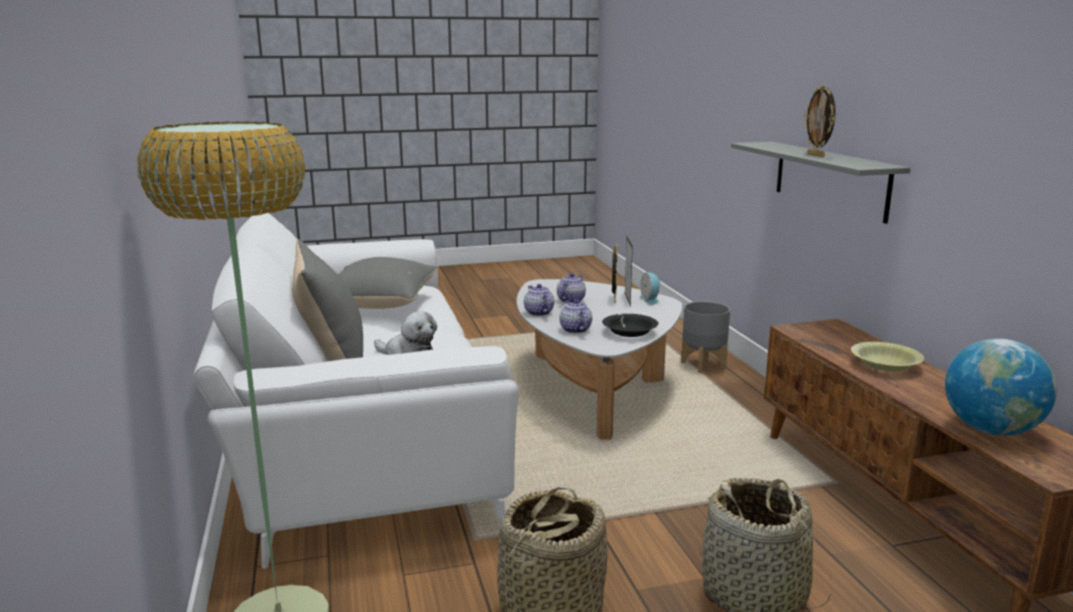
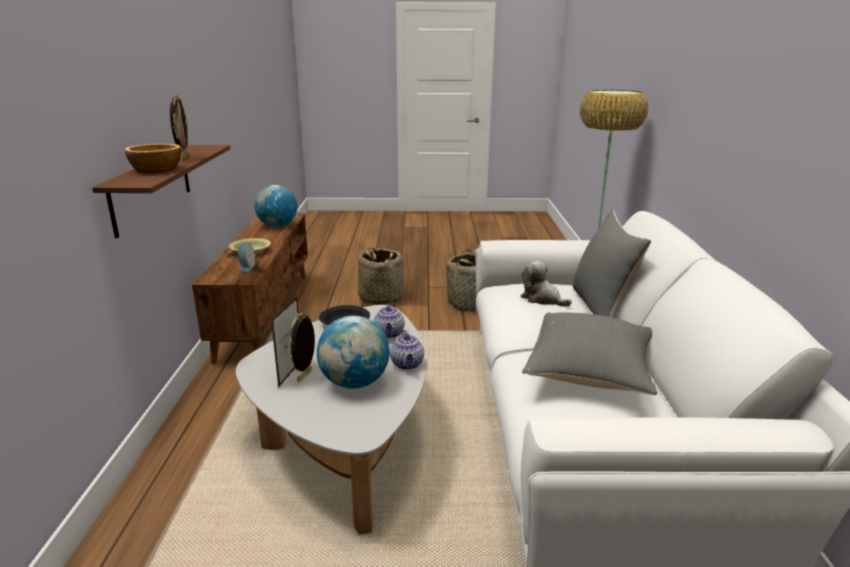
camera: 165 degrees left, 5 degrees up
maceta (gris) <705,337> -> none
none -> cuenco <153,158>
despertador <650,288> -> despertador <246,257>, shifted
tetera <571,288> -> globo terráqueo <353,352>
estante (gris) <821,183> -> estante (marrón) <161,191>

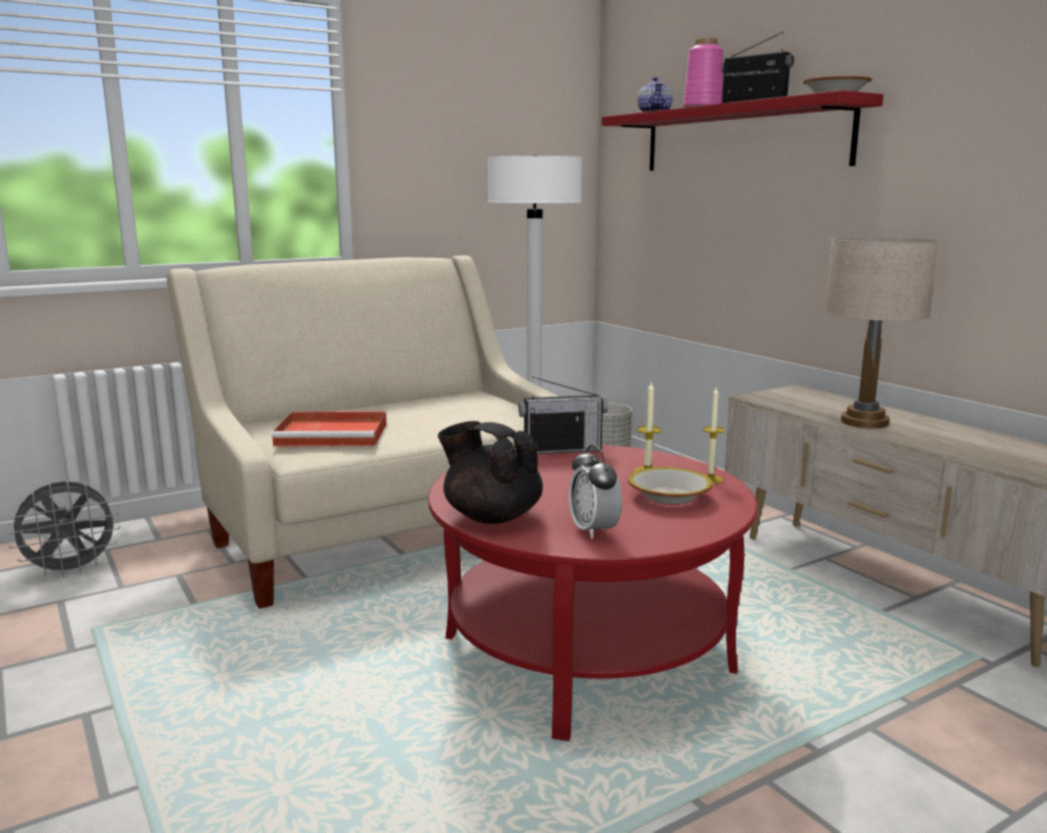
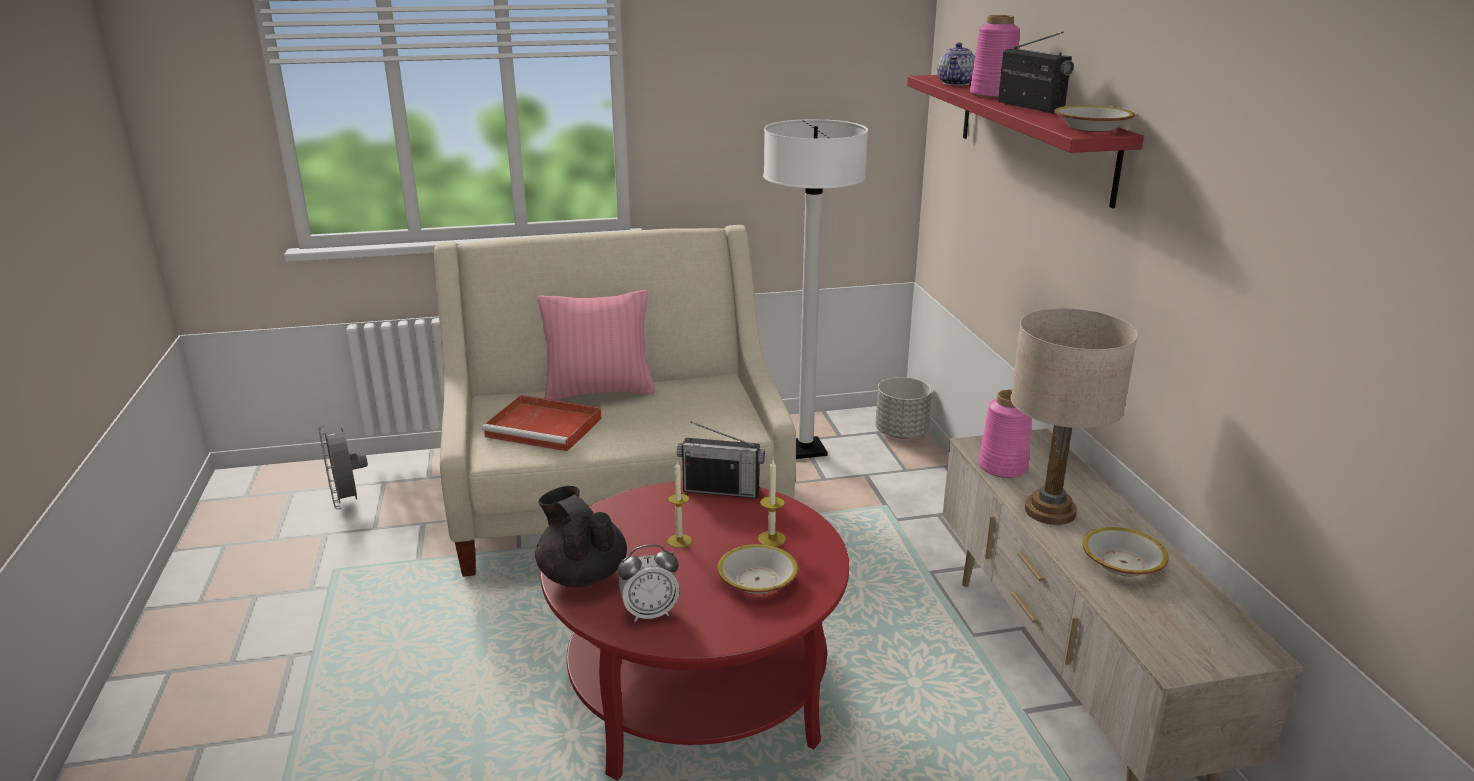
camera: 20 degrees right, 10 degrees up
none -> cojín (rosa) <596,345>
none -> florero (rosa) <1005,434>
none -> cuenco <1125,551>
vela <714,435> -> vela <679,504>, shifted
ventilador (gris) <64,529> -> ventilador (gris) <343,467>, 75 degrees clockwise
despertador <595,492> -> despertador <649,583>, 105 degrees counterclockwise

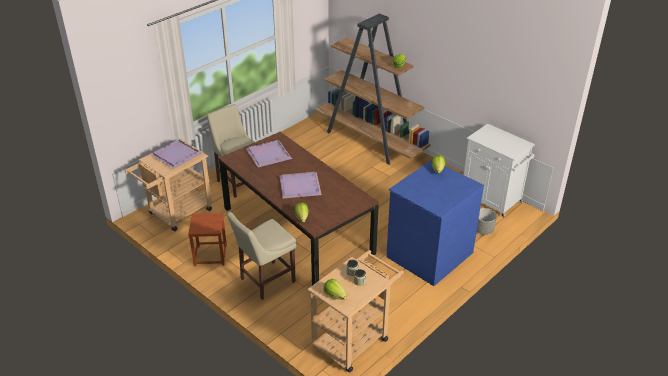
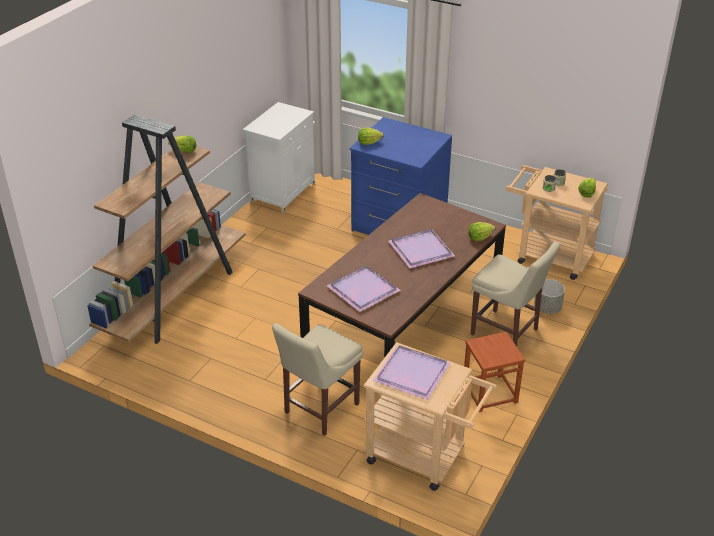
camera: 105 degrees left, 0 degrees up
maceta (gris) <487,221> -> maceta (gris) <549,296>, shifted

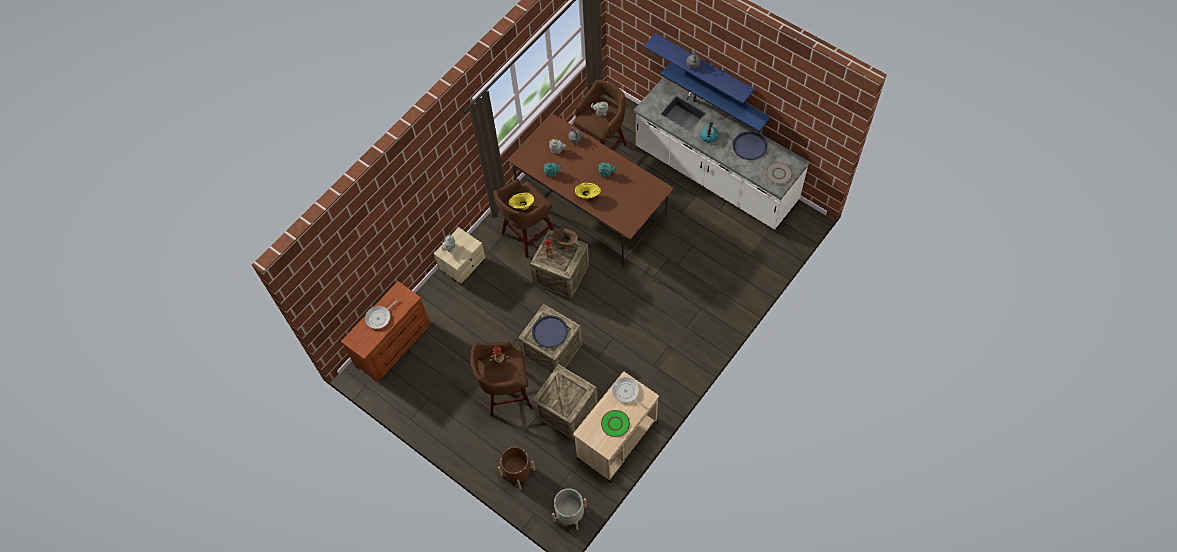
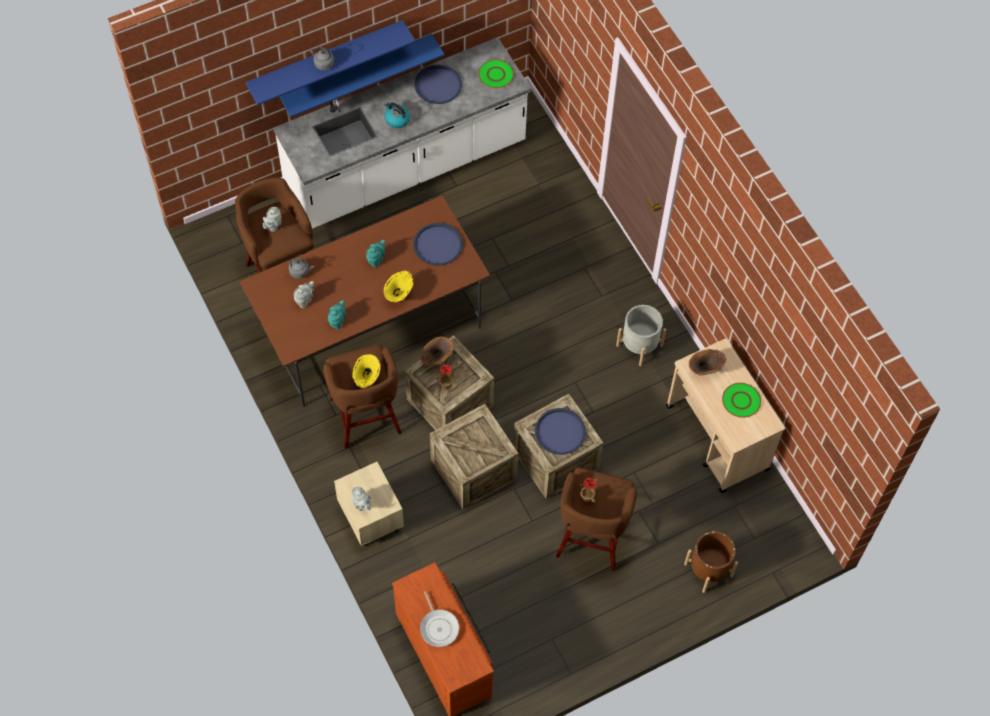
camera: 70 degrees left, 0 degrees up
none -> bandeja (azul) <438,244>
caja de embalaje <565,401> -> caja de embalaje <474,457>, shifted
maceta (gris) <569,509> -> maceta (gris) <641,335>, shifted
sartén <629,393> -> florero (marrón) <707,362>
plato (gris) <779,173> -> plato (verde) <496,73>

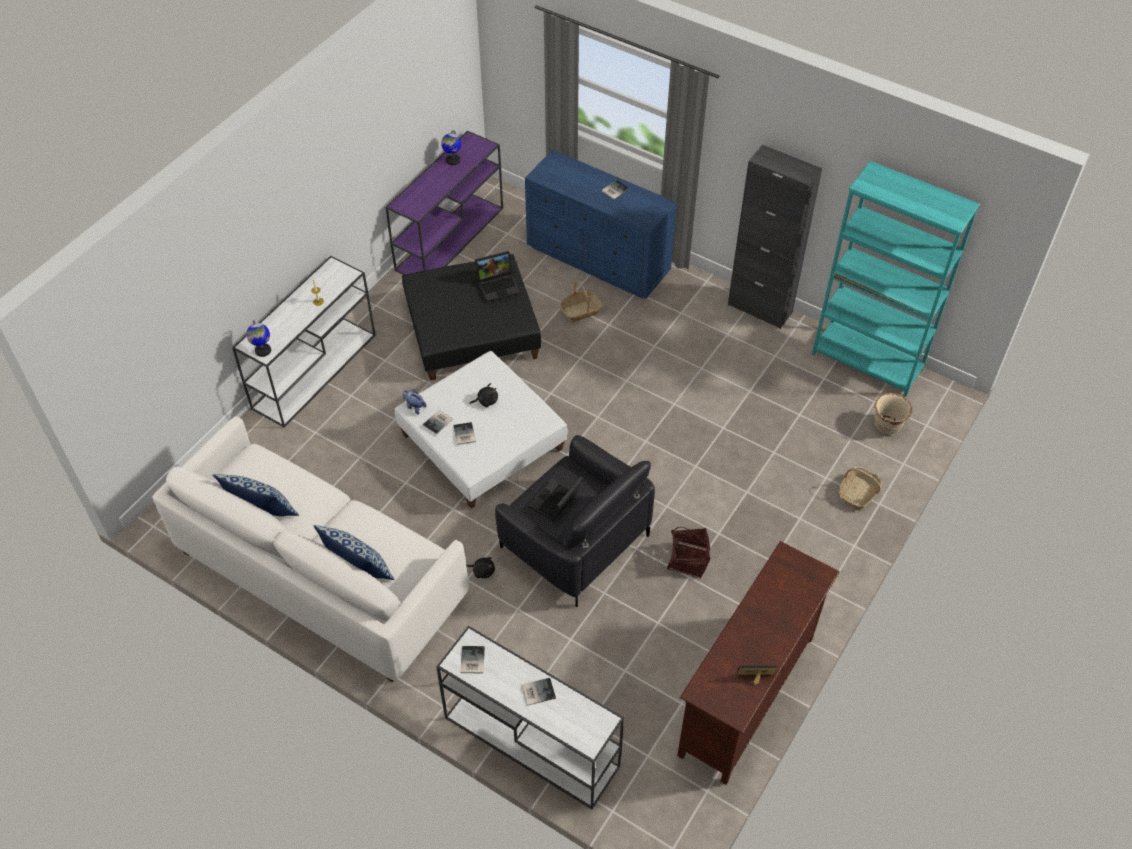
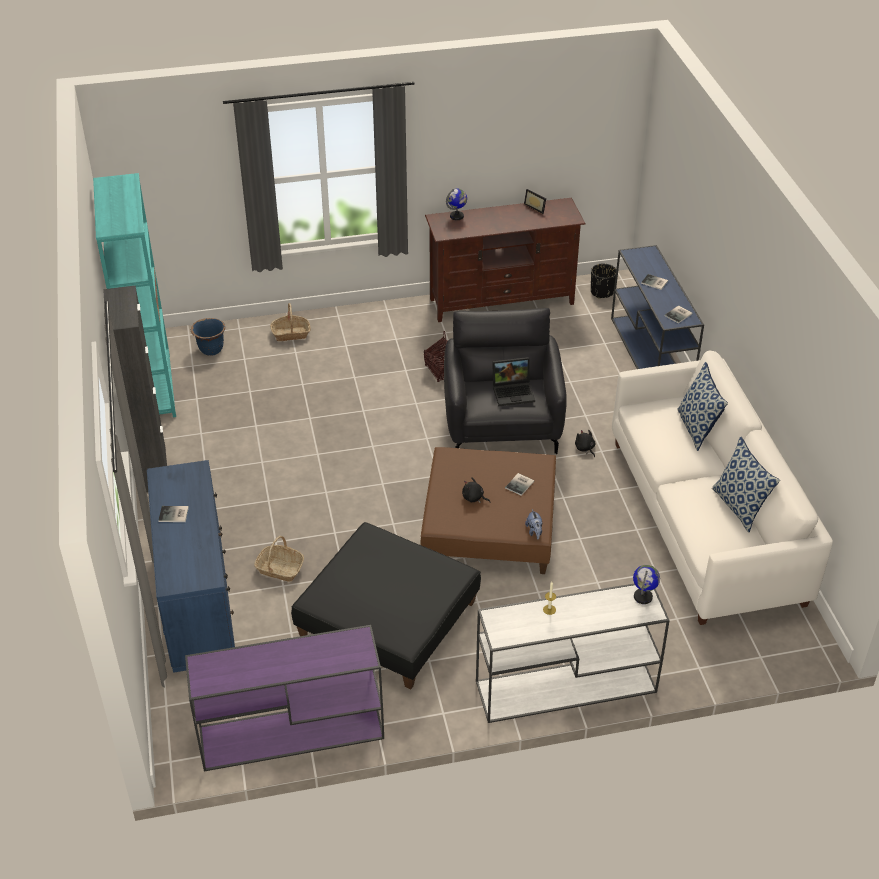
camera: 135 degrees left, 10 degrees down
libro <438,422> -> none
portátil <497,276> -> none
none -> maceta (negro) <603,281>
globo terráqueo <451,147> -> globo terráqueo <456,204>, shifted
puf (blanco) <481,430> -> puf (marrón) <488,510>
mesa consola (blanco) <530,717> -> mesa consola (azul) <657,307>
maceta (beis) <893,413> -> maceta (azul) <208,336>

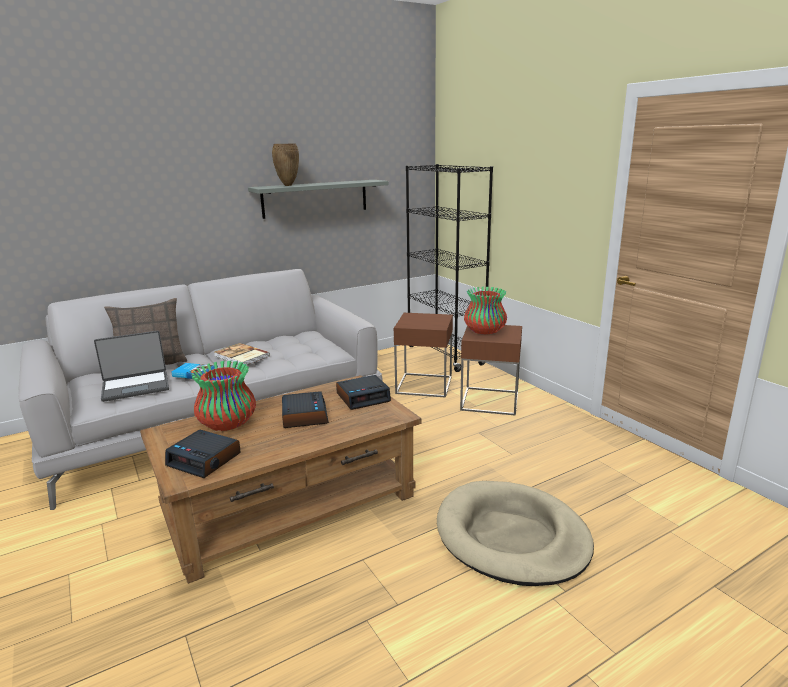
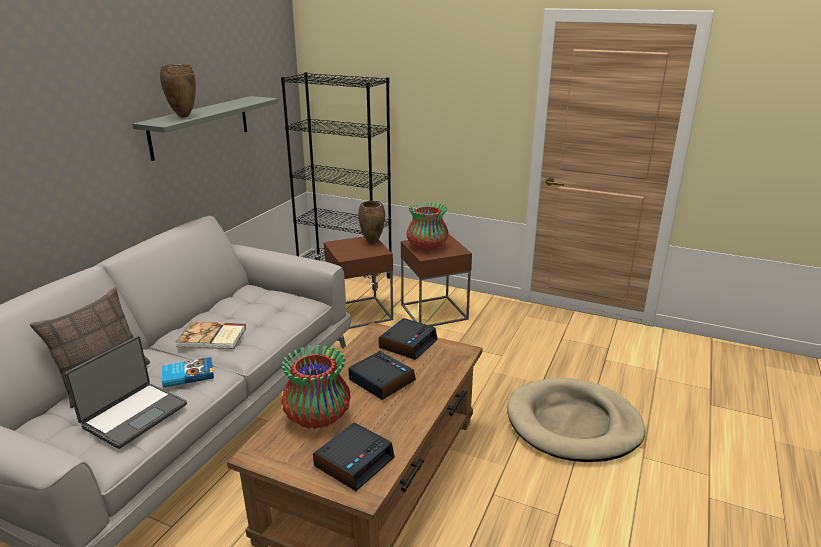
camera: 35 degrees left, 5 degrees up
none -> florero (marrón) <371,222>
despertador <203,454> -> despertador <354,457>, 45 degrees counterclockwise

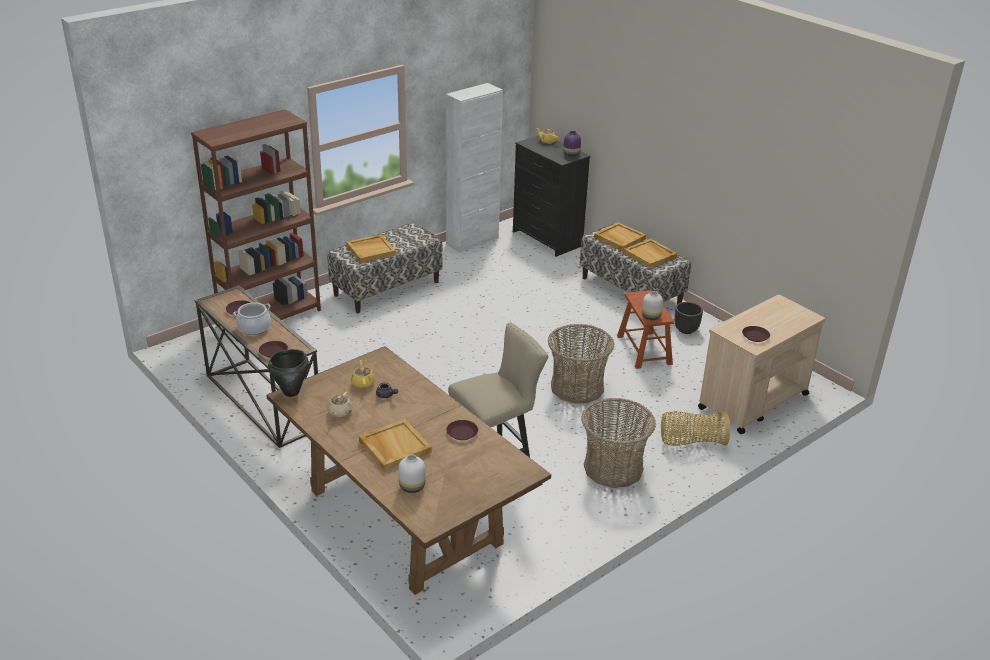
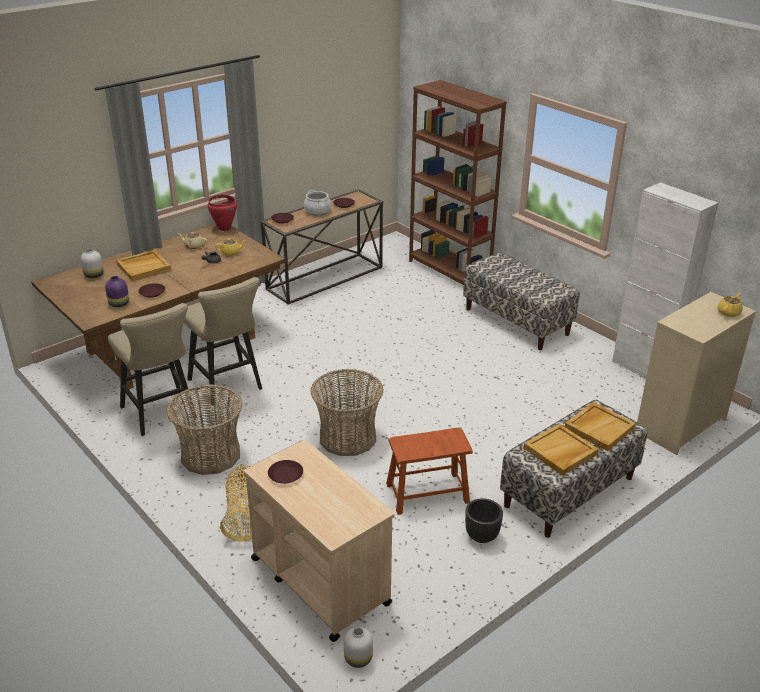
camera: 90 degrees right, 0 degrees up
bandeja (beis) <371,248> -> none
none -> taburete (beis) <152,369>
florero (morado) <572,144> -> florero (morado) <117,291>, shifted
florero (blanco) <652,305> -> florero (blanco) <358,647>, shifted
olla (negro) <288,373> -> olla (rojo) <222,213>
cómoda (negro) <551,196> -> cómoda (beis) <696,373>

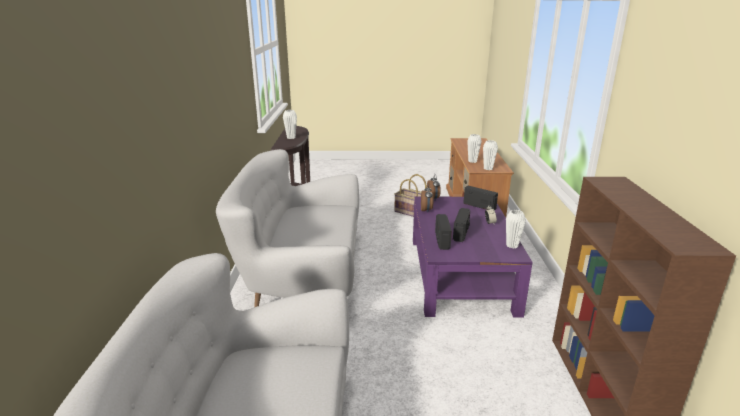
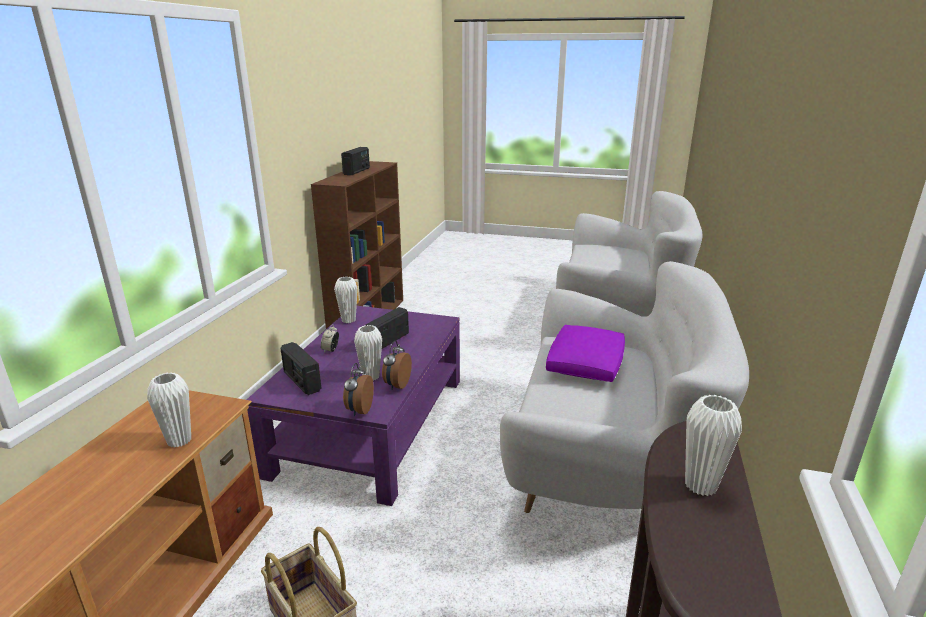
camera: 165 degrees left, 0 degrees up
none -> cojín (morado) <585,353>
radio <443,232> -> radio <355,161>, shifted
florero (blanco) <490,155> -> florero (blanco) <368,353>, shifted

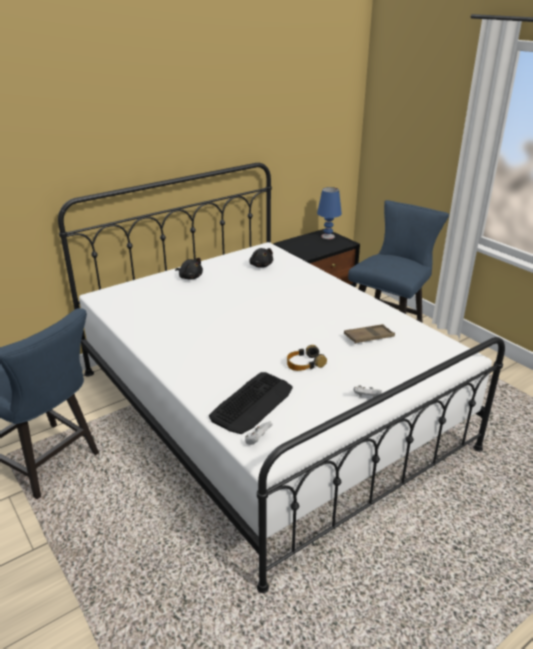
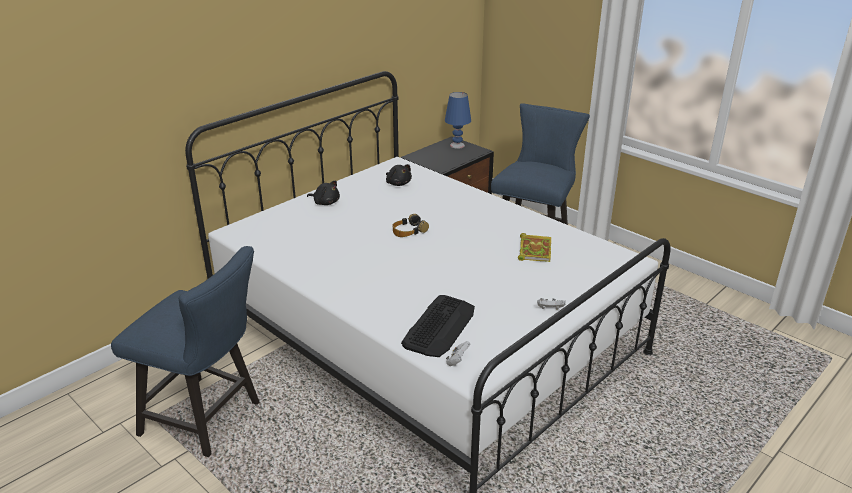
camera: 10 degrees left, 0 degrees up
auriculares <307,358> -> auriculares <411,225>, shifted
bandeja (marrón) <369,334> -> libro <534,247>

